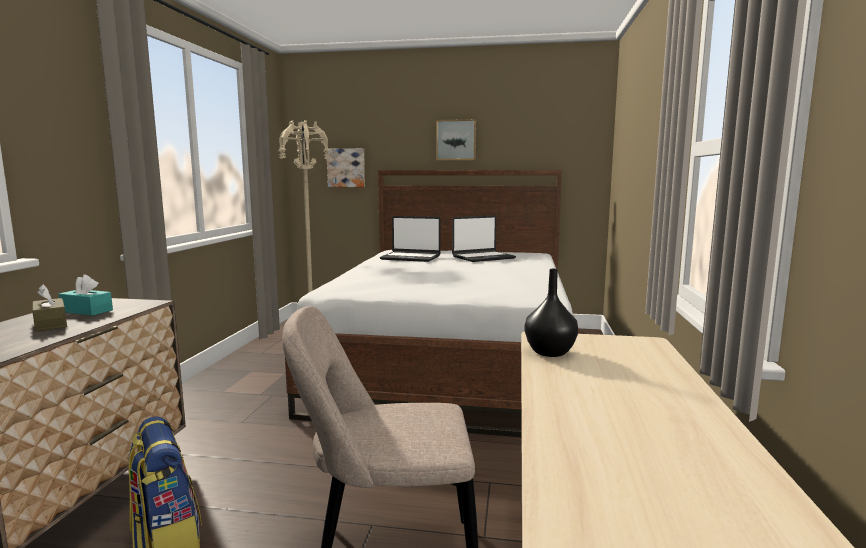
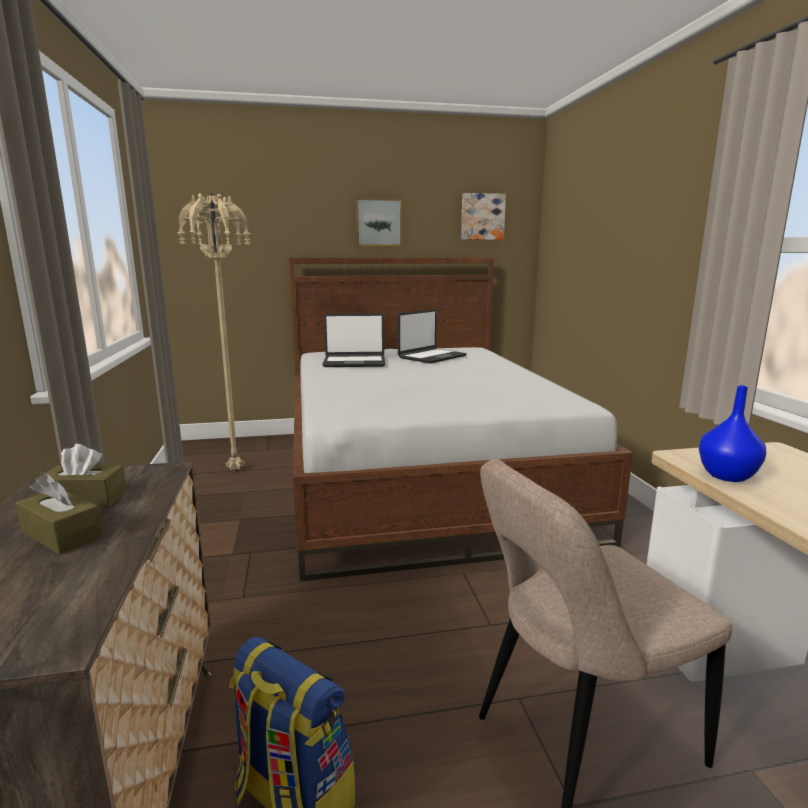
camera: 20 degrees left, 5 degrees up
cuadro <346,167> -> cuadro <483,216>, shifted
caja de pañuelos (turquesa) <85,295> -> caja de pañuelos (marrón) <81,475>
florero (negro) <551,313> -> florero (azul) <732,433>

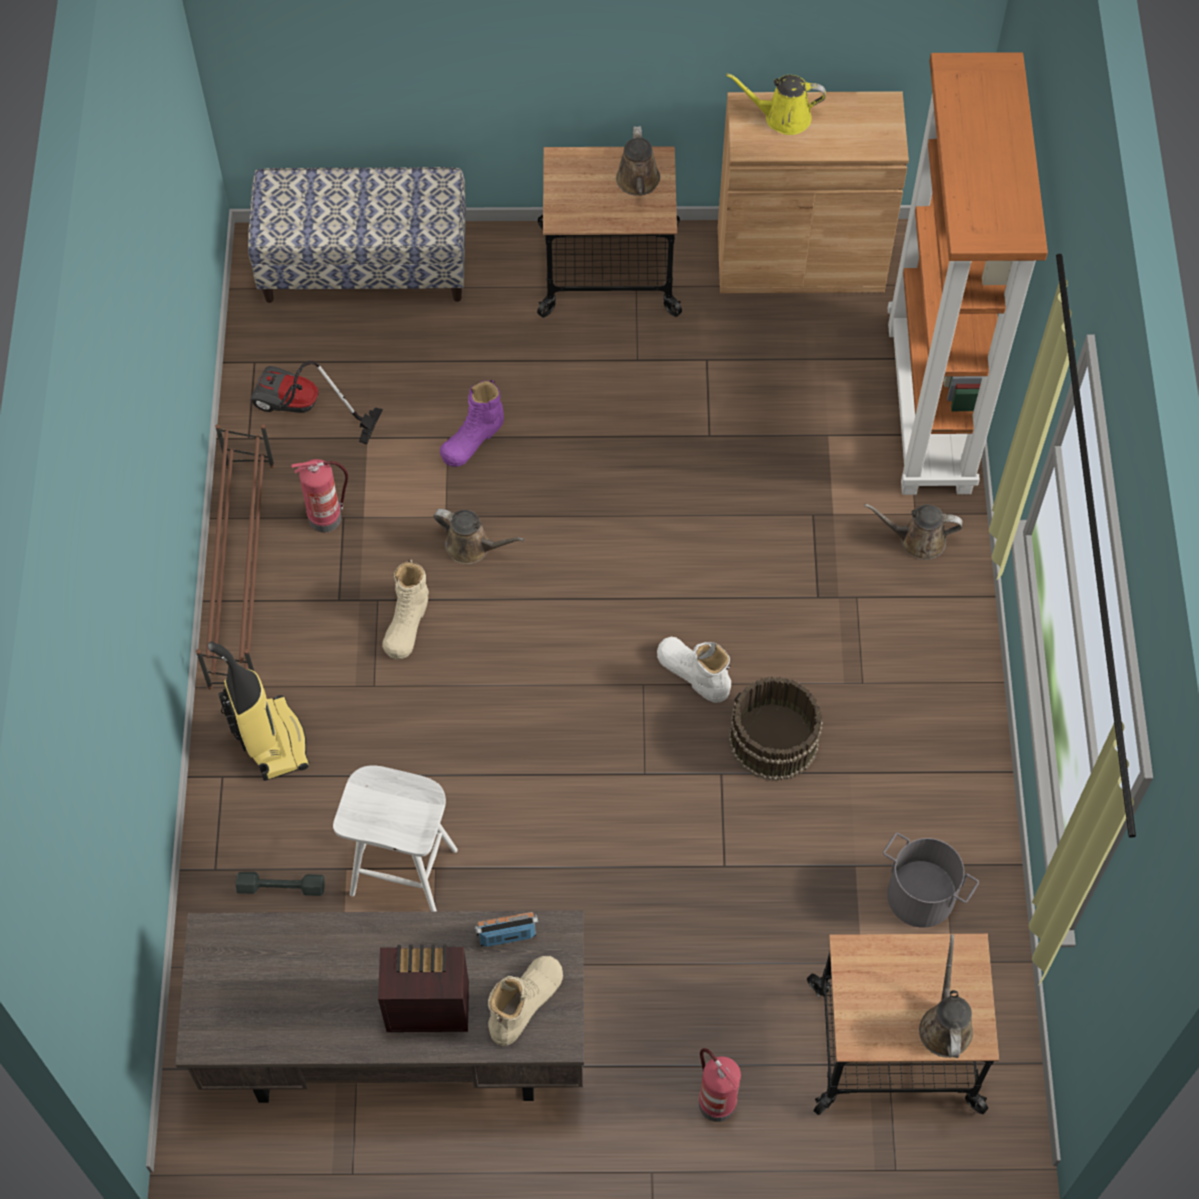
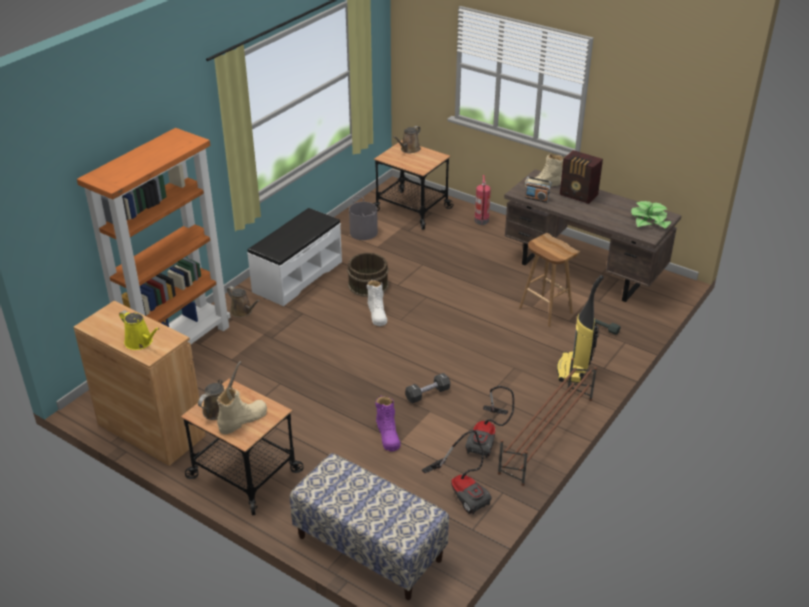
camera: 145 degrees left, 25 degrees down
none -> banco (blanco) <294,257>
none -> planta en maceta <651,215>
bota (beis) <405,609> -> bota (beis) <242,411>, shifted
extintor <319,495> -> aspiradora <489,422>
regadera (marrón) <478,536> -> mancuerna (negro) <427,388>
taburete (blanco) <395,838> -> taburete (marrón) <549,280>
bota (morado) <472,423> -> bota (morado) <387,424>, 90 degrees clockwise

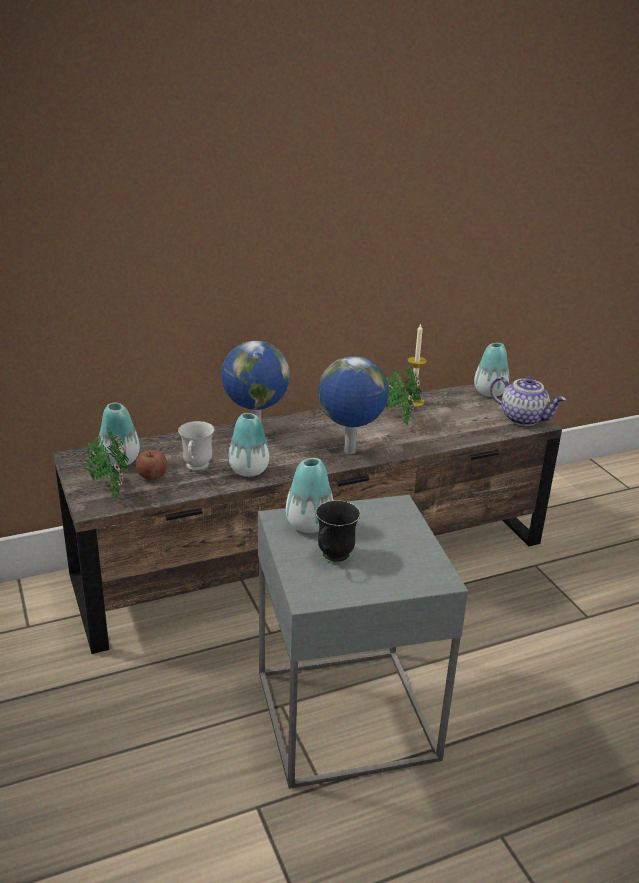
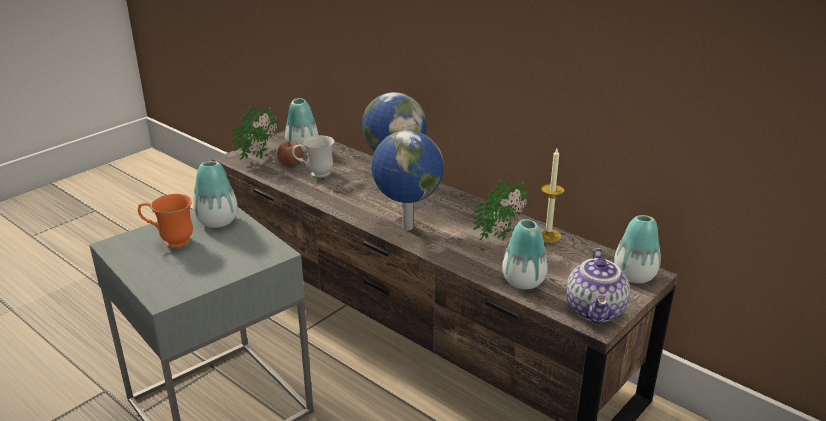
camera: 65 degrees right, 0 degrees up
florero <249,445> -> florero <525,254>, shifted
taza grande (negro) <338,532> -> taza grande (naranja) <165,221>

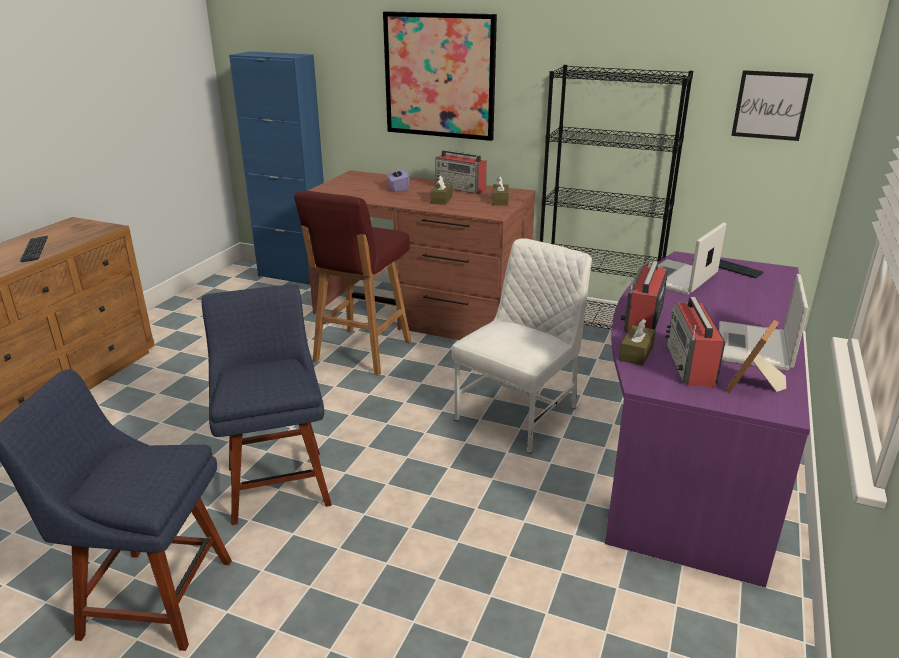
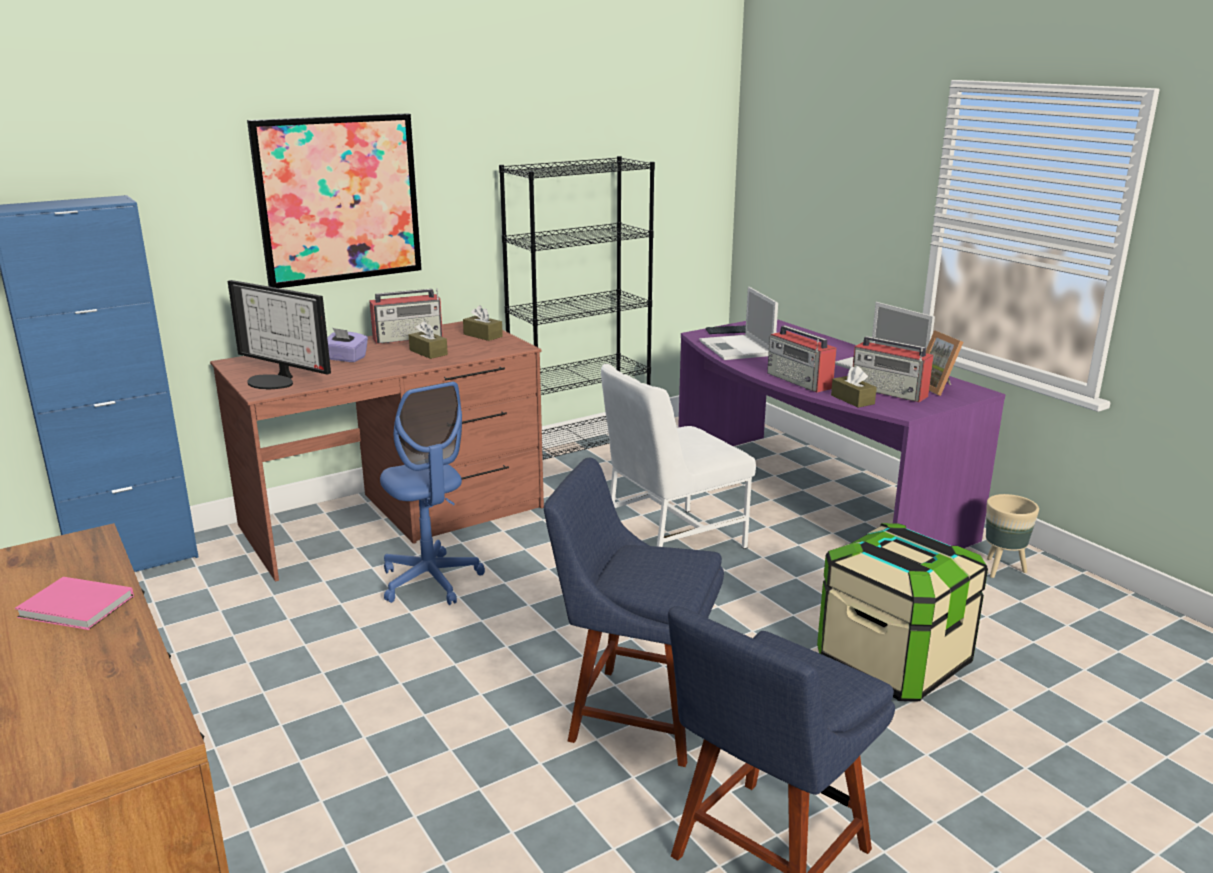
camera: 55 degrees left, 5 degrees down
cuadro <772,105> -> none
none -> monitor <279,334>
none -> caja de almacenaje <902,612>
none -> maceta (beis) <1012,536>
teclado <34,249> -> libro (rosa) <74,603>
taburete (rojo) <352,283> -> silla de oficina (azul) <432,493>
silla (blanco) <522,346> -> silla (blanco) <678,456>, 105 degrees counterclockwise

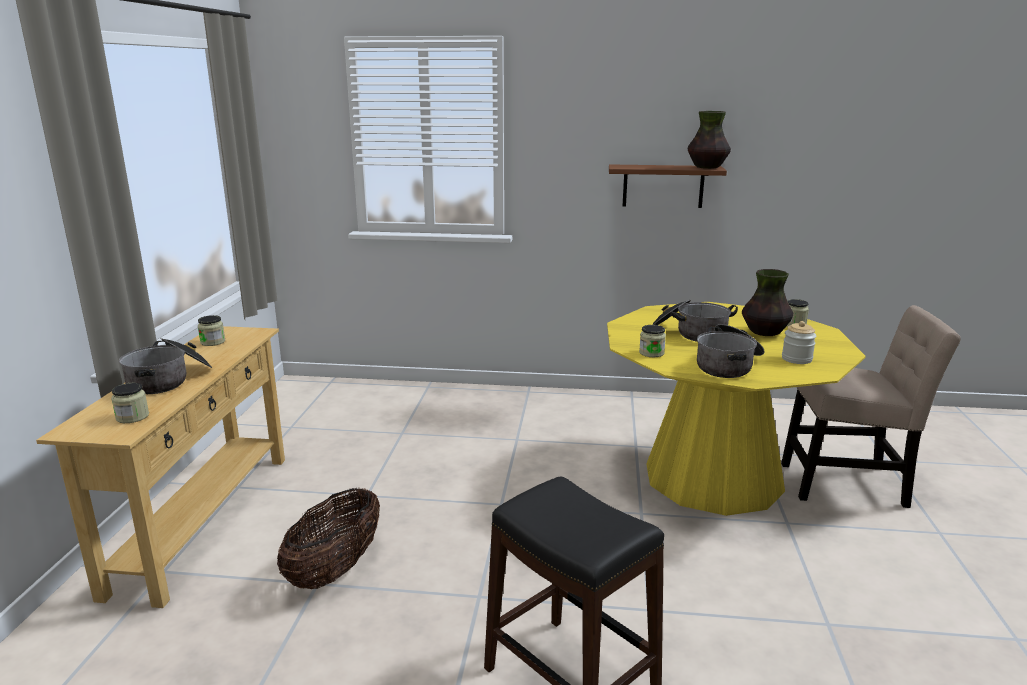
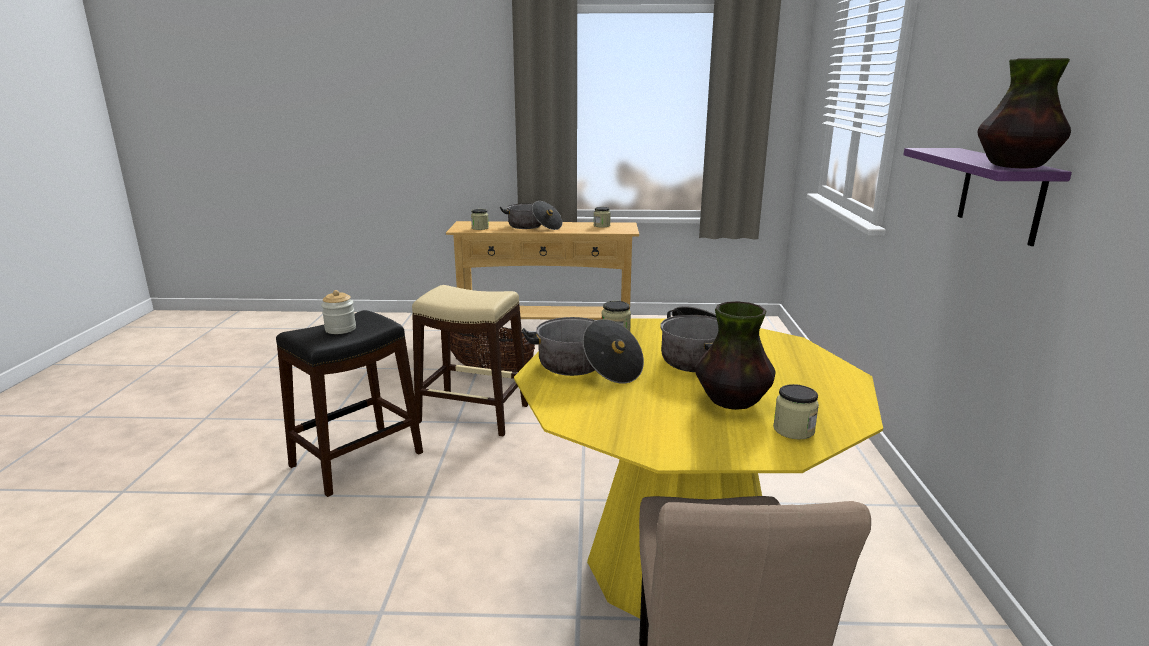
camera: 85 degrees right, 0 degrees up
none -> taburete (beis) <470,360>
tarro <799,342> -> tarro <338,312>, shifted
estante (marrón) <668,186> -> estante (morado) <987,197>

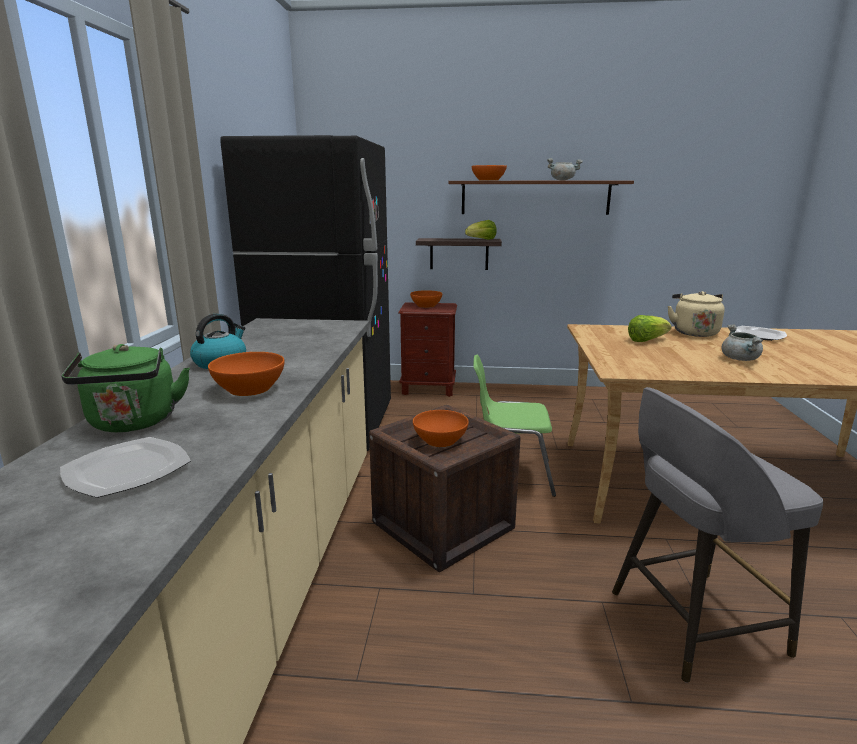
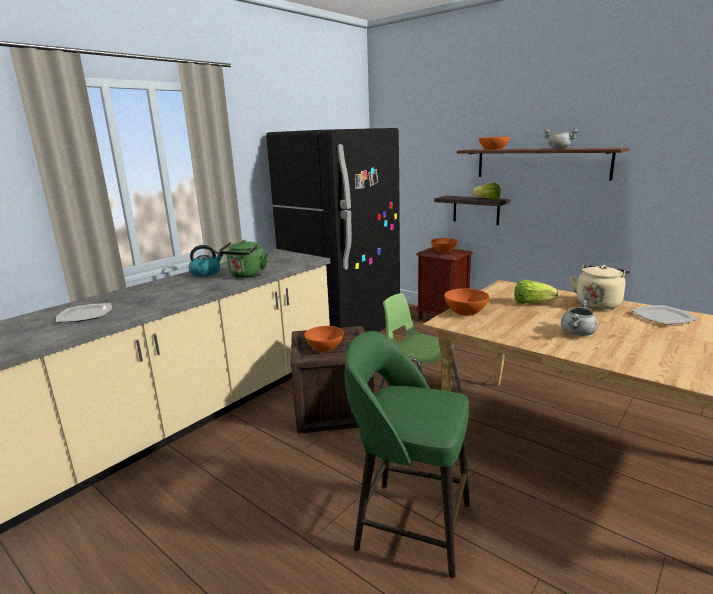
camera: 35 degrees right, 0 degrees up
hervidor (verde) <125,388> -> hervidor (verde) <244,259>, shifted
cuenco (naranja) <246,374> -> cuenco (naranja) <466,302>, shifted
taburete (gris) <717,535> -> taburete (verde) <407,454>

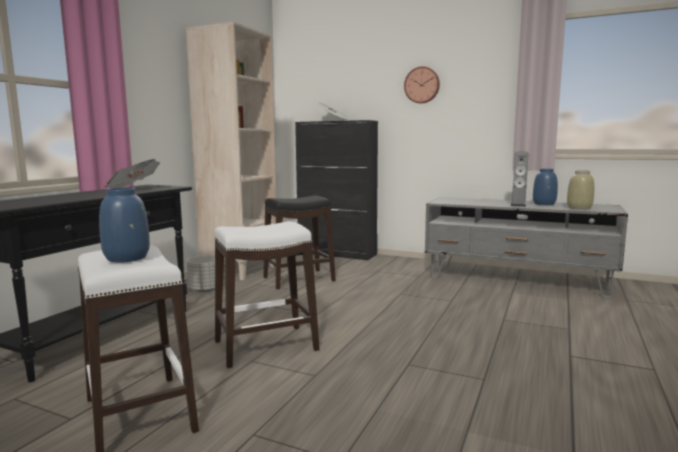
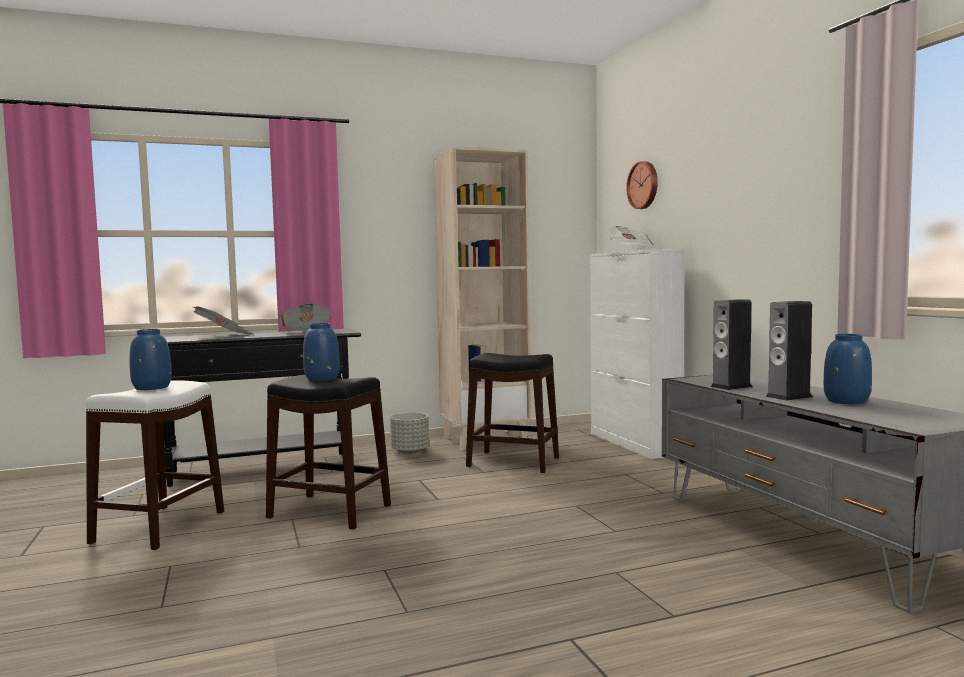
camera: 45 degrees right, 5 degrees down
florero (beis) <580,190> -> none
none -> periódico <223,321>
none -> florero (azul) <321,352>
none -> altavoz <732,344>
reloj de pared <422,85> -> reloj de pared <642,185>, shifted
taburete (blanco) <267,294> -> taburete (negro) <328,452>
armario (negro) <336,190> -> armario (blanco) <637,354>

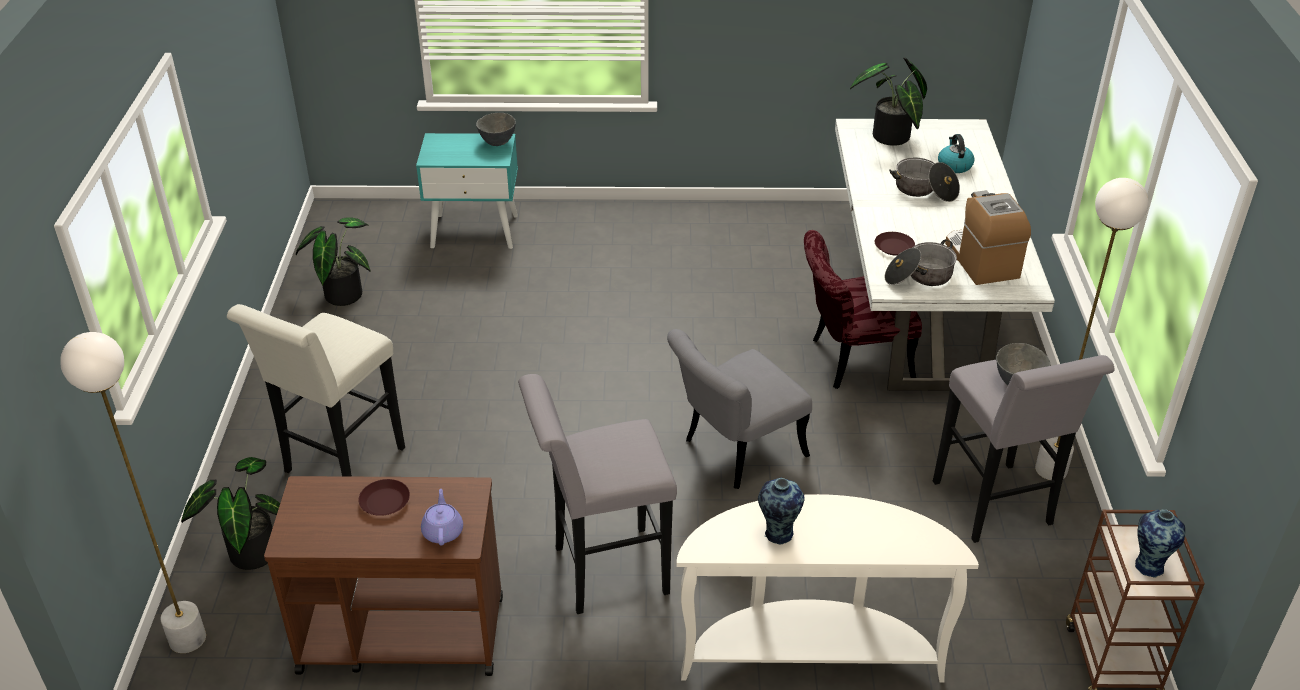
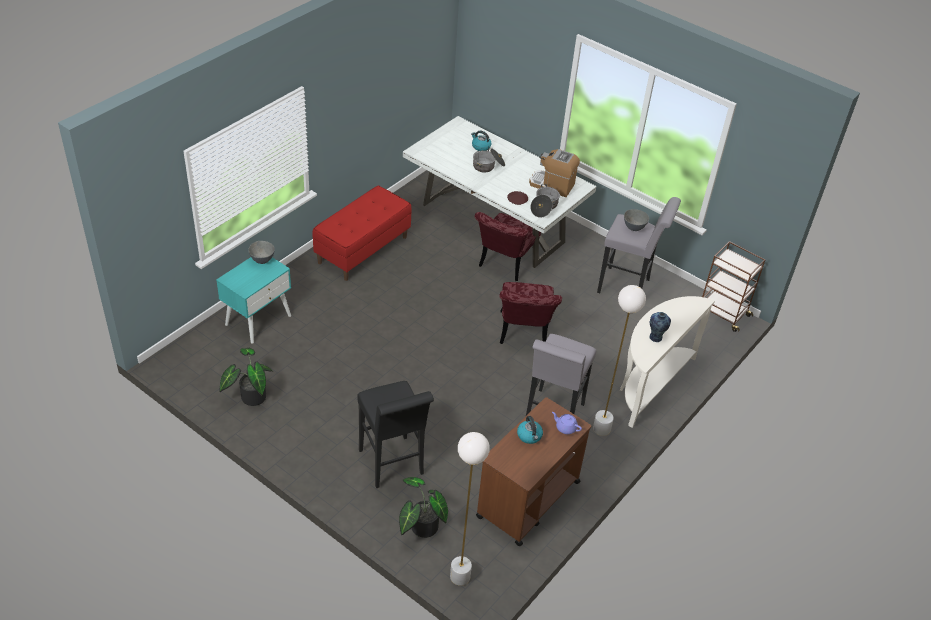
camera: 55 degrees left, 5 degrees up
planta en maceta <888,101> -> none
florero <1160,543> -> none
none -> banco (rojo) <361,233>
lámpara de pie (blanco) <1092,329> -> lámpara de pie (blanco) <619,360>, shifted
plato (marrón) <384,497> -> hervidor <530,430>
taburete (blanco) <316,390> -> taburete (negro) <395,434>
silla (gris) <739,409> -> silla (rojo) <531,313>

